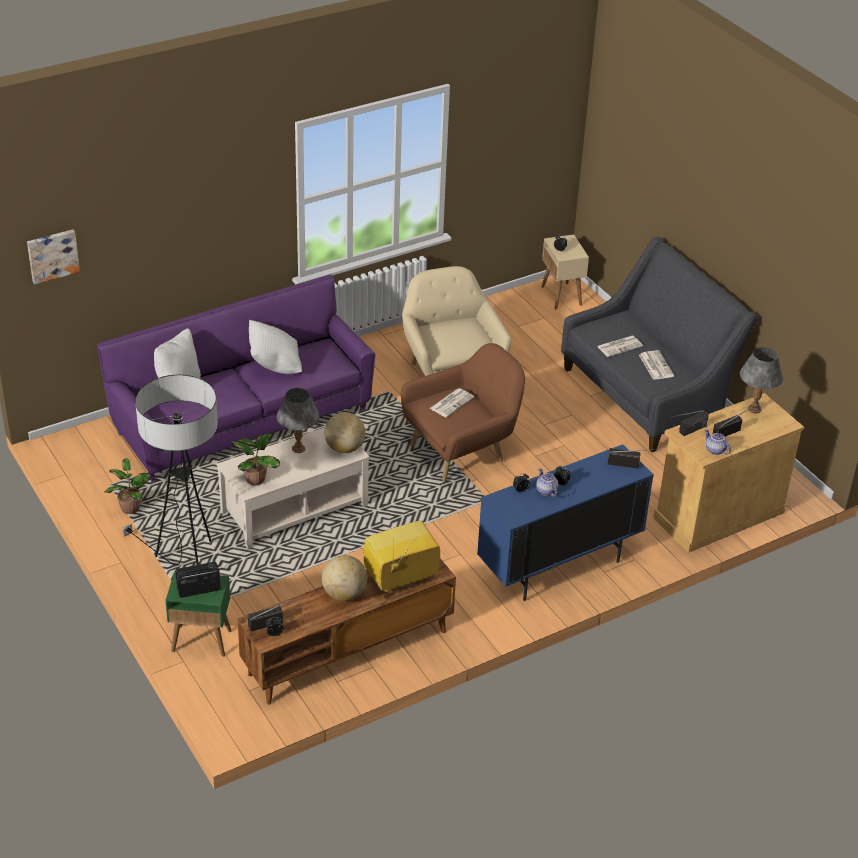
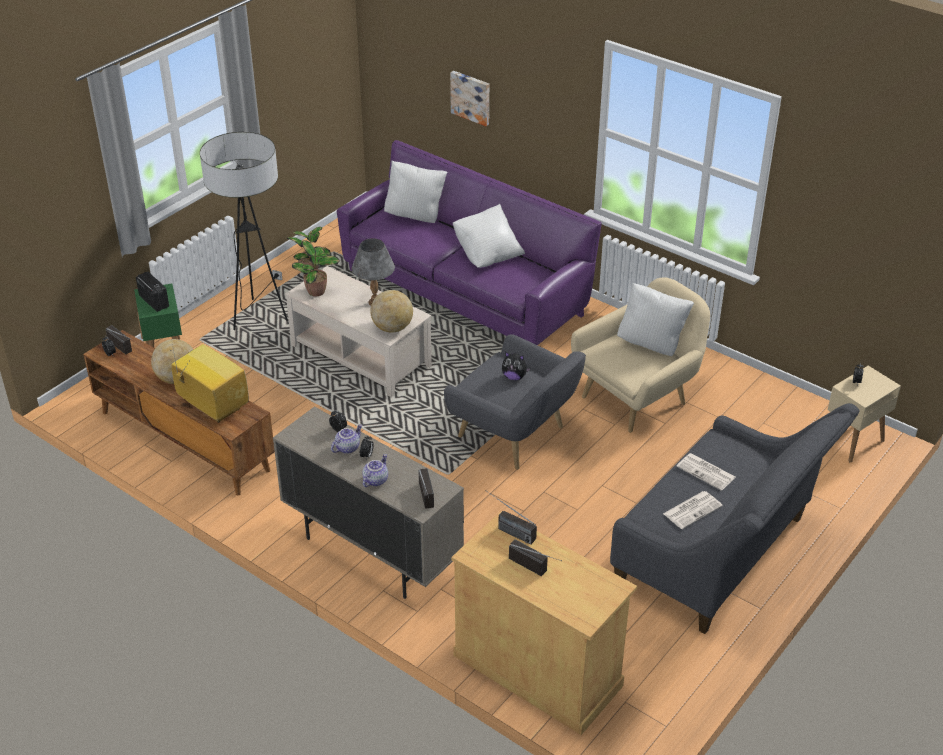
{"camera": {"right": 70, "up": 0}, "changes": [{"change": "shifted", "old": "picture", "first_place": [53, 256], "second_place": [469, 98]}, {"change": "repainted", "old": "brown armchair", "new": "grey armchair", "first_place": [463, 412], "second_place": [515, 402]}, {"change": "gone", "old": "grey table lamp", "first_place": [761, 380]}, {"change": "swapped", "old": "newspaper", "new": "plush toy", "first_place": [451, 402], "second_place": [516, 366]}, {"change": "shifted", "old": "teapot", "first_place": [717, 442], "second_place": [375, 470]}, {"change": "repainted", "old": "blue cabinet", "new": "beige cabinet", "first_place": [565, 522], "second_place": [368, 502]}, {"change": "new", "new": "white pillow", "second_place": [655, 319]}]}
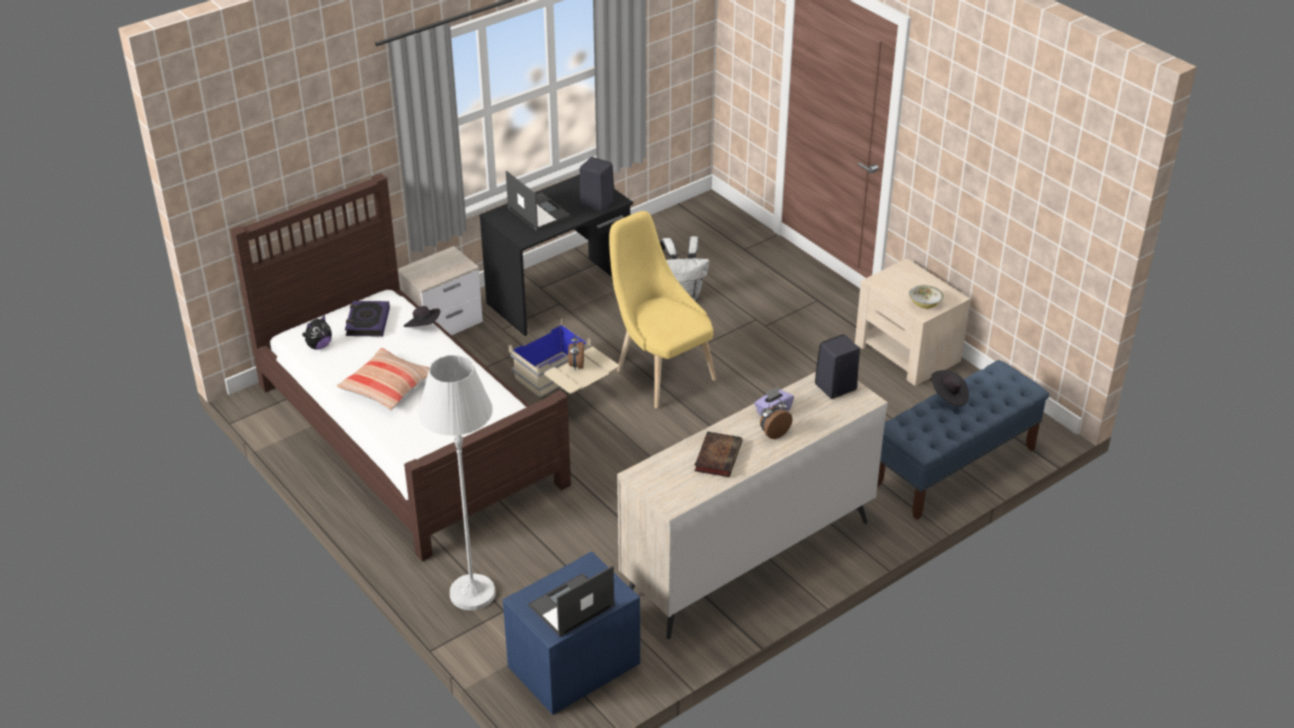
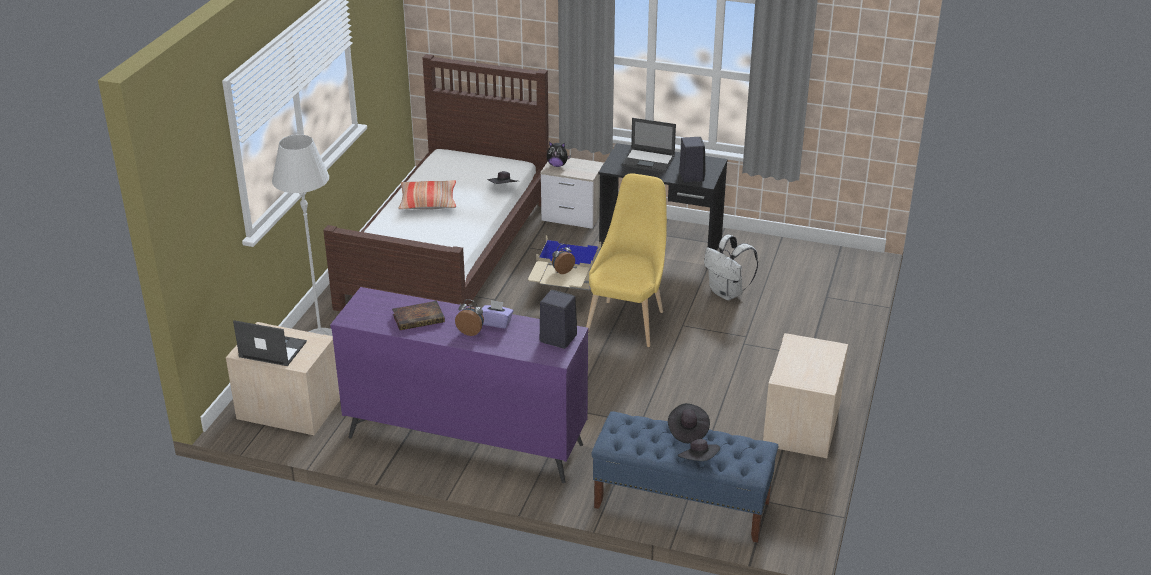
{"camera": {"right": 55, "up": -5}, "changes": [{"change": "rotated", "old": "laptop", "first_place": [539, 200], "second_place": [649, 145], "degrees": 90}, {"change": "gone", "old": "bowl", "first_place": [926, 297]}, {"change": "gone", "old": "book", "first_place": [367, 319]}, {"change": "shifted", "old": "plush toy", "first_place": [317, 332], "second_place": [559, 154]}, {"change": "repainted", "old": "beige dresser", "new": "purple dresser", "first_place": [752, 505], "second_place": [459, 385]}, {"change": "repainted", "old": "blue nightstand", "new": "beige nightstand", "first_place": [571, 633], "second_place": [283, 378]}, {"change": "new", "new": "black hat", "second_place": [699, 450]}]}
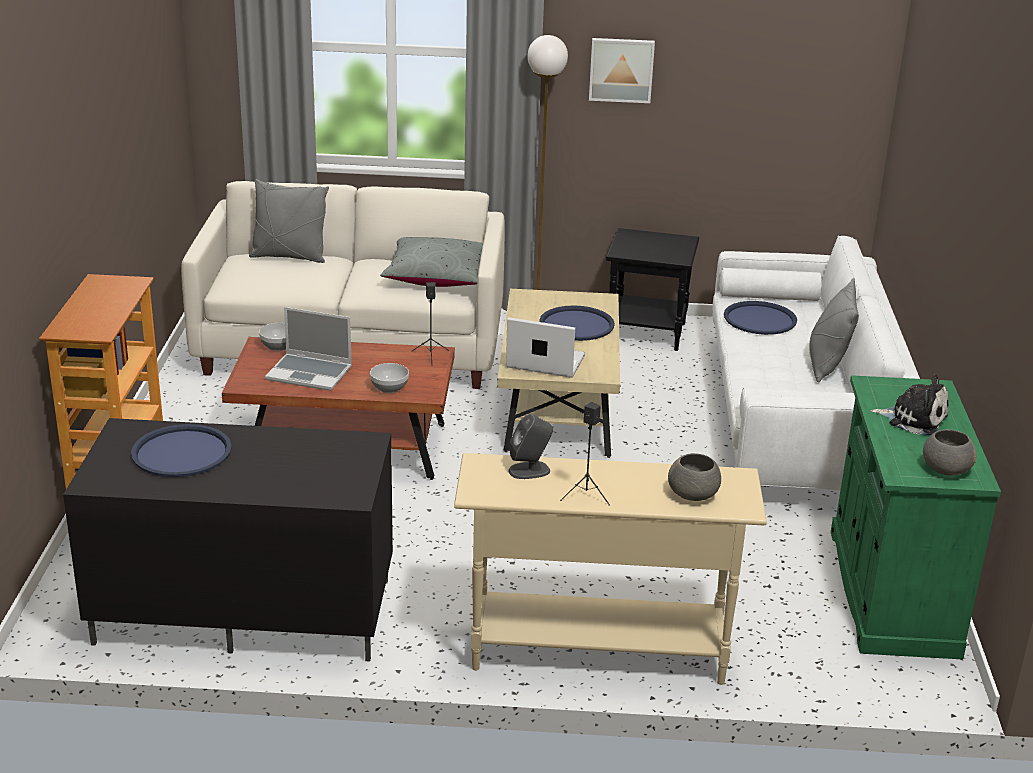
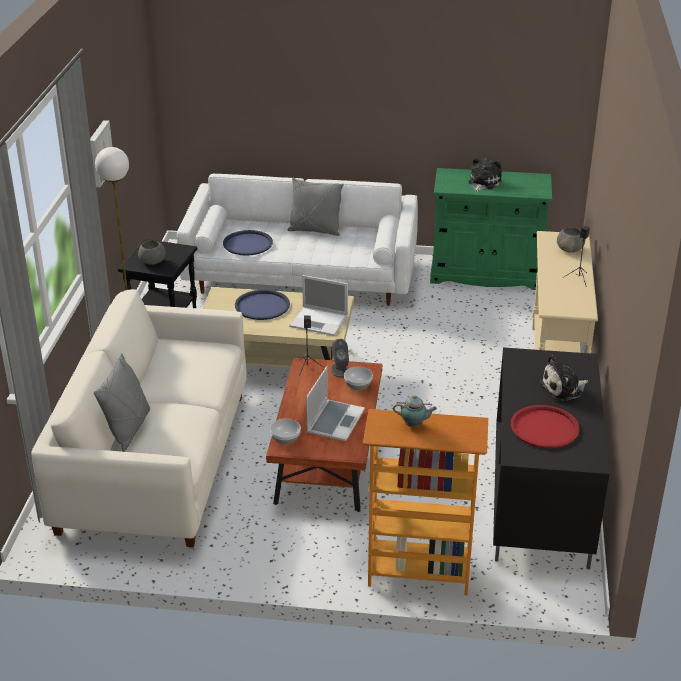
{"camera": {"right": -85, "up": 5}, "changes": [{"change": "gone", "old": "grey pillow", "first_place": [431, 262]}, {"change": "rotated", "old": "laptop", "first_place": [545, 347], "second_place": [318, 305], "degrees": -90}, {"change": "shifted", "old": "grey speaker", "first_place": [531, 446], "second_place": [340, 358]}, {"change": "repainted", "old": "blue tray", "new": "red tray", "first_place": [181, 450], "second_place": [545, 426]}, {"change": "shifted", "old": "grey bowl", "first_place": [949, 452], "second_place": [152, 252]}, {"change": "new", "new": "plush toy", "second_place": [564, 378]}, {"change": "new", "new": "teapot", "second_place": [415, 411]}]}
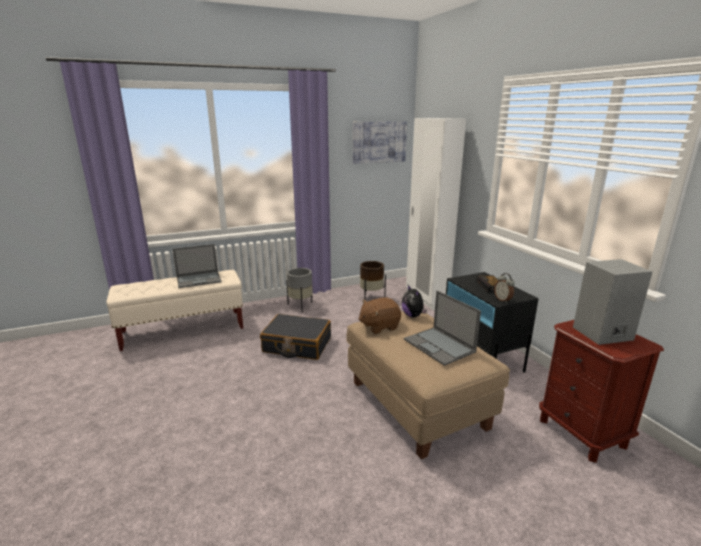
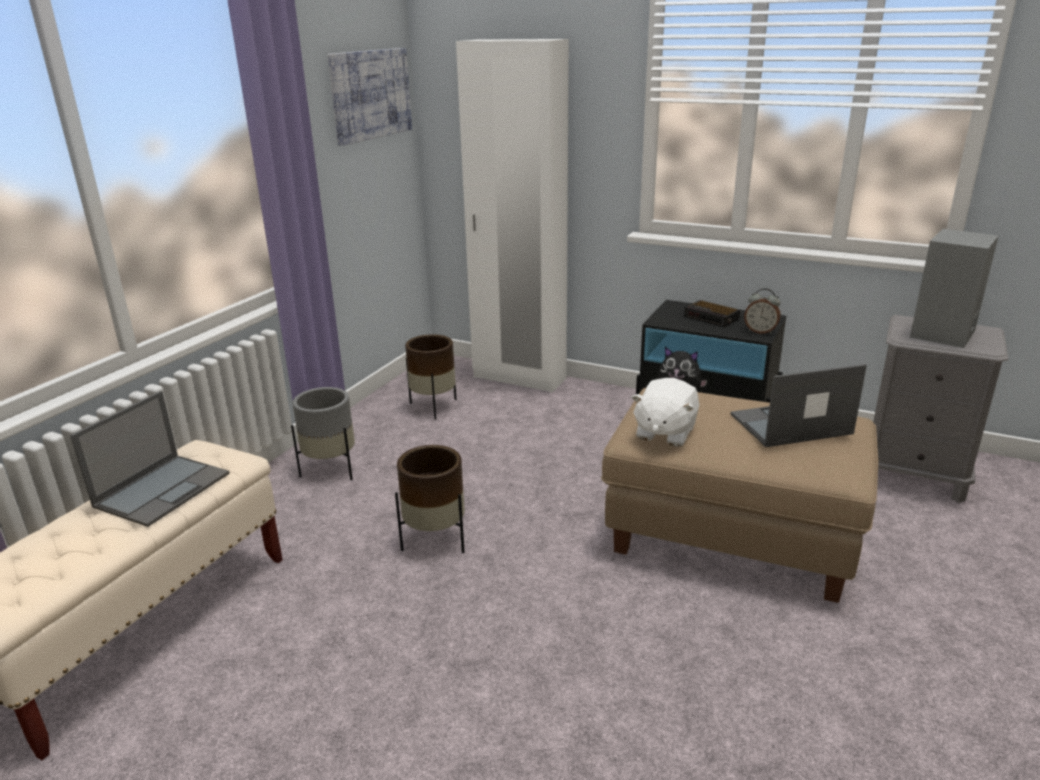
{"camera": {"right": -40, "up": 5}, "changes": [{"change": "rotated", "old": "laptop", "first_place": [442, 328], "second_place": [799, 405], "degrees": 150}, {"change": "repainted", "old": "brown plush toy", "new": "white plush toy", "first_place": [380, 315], "second_place": [665, 412]}, {"change": "swapped", "old": "black suitcase", "new": "brown planter", "first_place": [295, 337], "second_place": [430, 499]}, {"change": "repainted", "old": "brown nightstand", "new": "grey nightstand", "first_place": [601, 391], "second_place": [940, 409]}]}
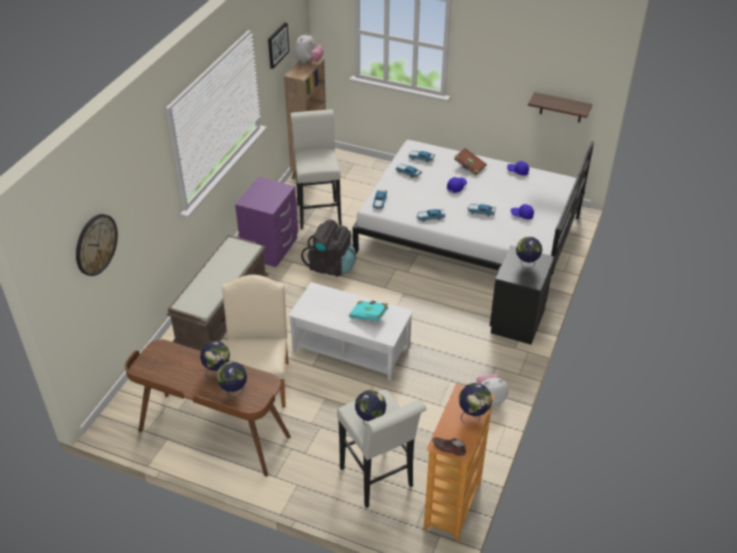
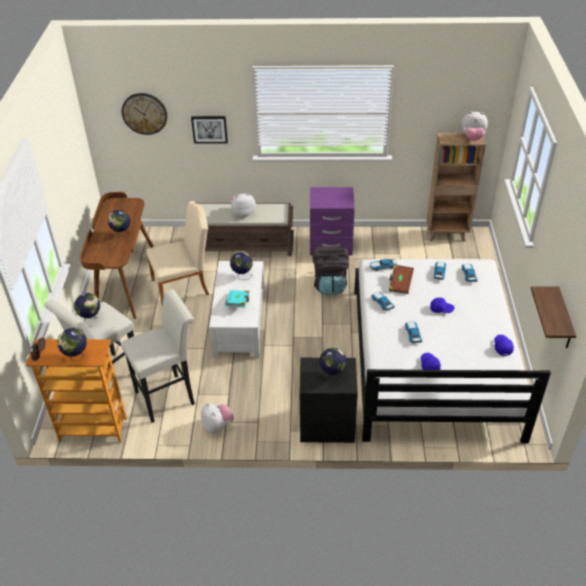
{"camera": {"right": 70, "up": 0}, "changes": [{"change": "shifted", "old": "picture", "first_place": [278, 45], "second_place": [209, 130]}, {"change": "shifted", "old": "white stool", "first_place": [316, 169], "second_place": [158, 356]}, {"change": "shifted", "old": "brown book", "first_place": [470, 162], "second_place": [401, 279]}, {"change": "shifted", "old": "globe", "first_place": [232, 379], "second_place": [241, 266]}, {"change": "new", "new": "plush toy", "second_place": [243, 205]}]}
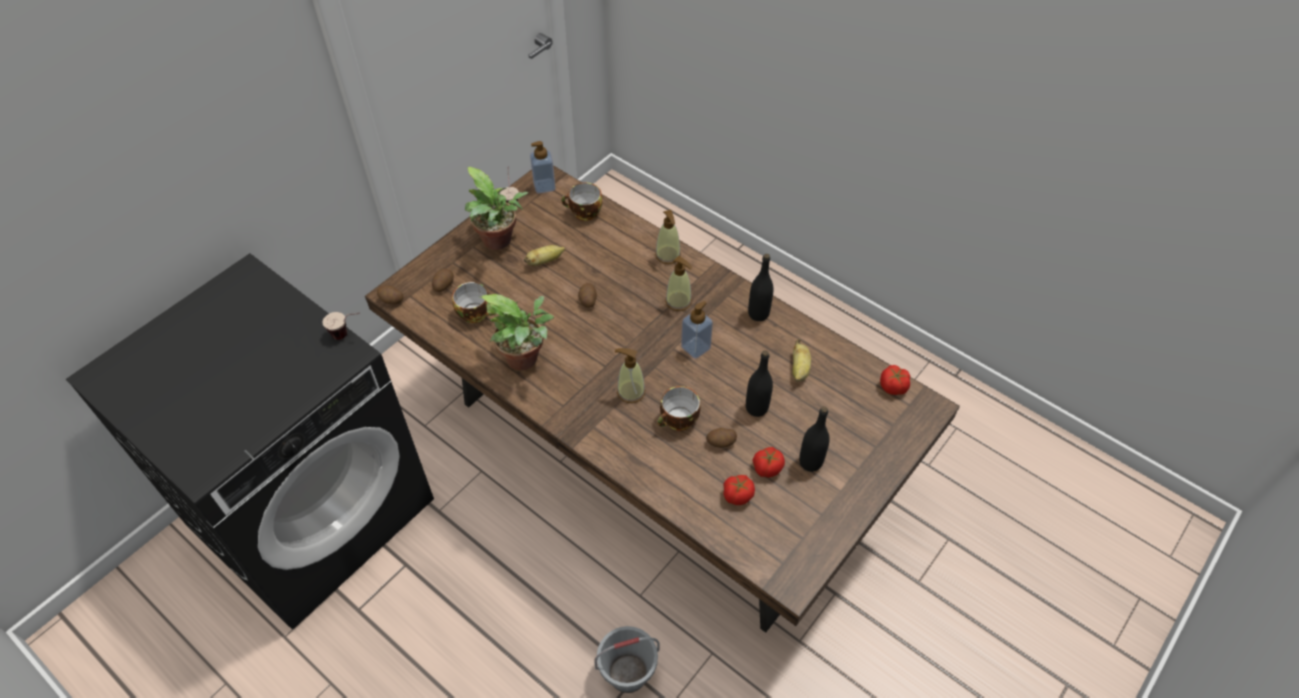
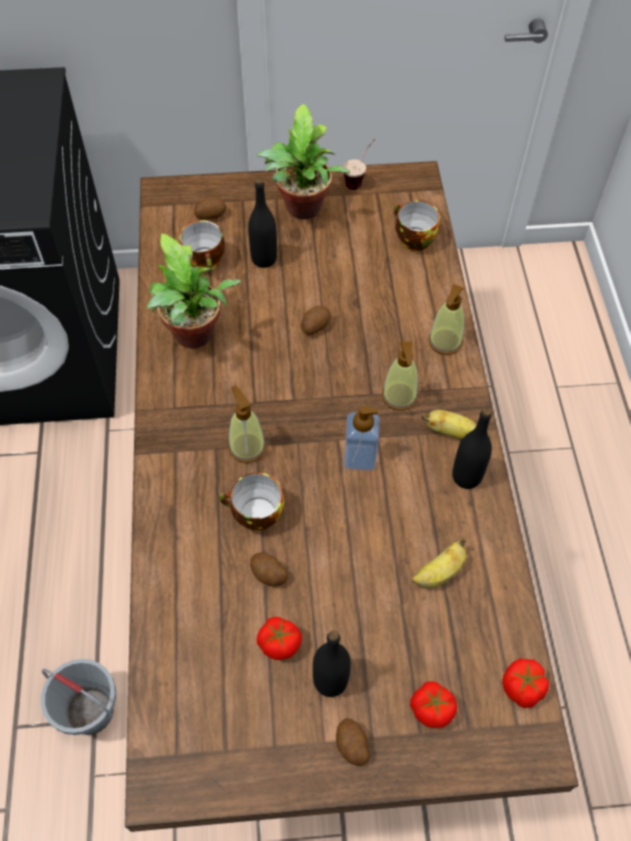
{"camera": {"right": 45, "up": 5}, "changes": [{"change": "gone", "old": "soap dispenser", "first_place": [543, 167]}, {"change": "shifted", "old": "banana", "first_place": [544, 255], "second_place": [449, 425]}, {"change": "shifted", "old": "potato", "first_place": [390, 295], "second_place": [353, 742]}, {"change": "gone", "old": "cup", "first_place": [341, 326]}, {"change": "shifted", "old": "black bottle", "first_place": [759, 383], "second_place": [262, 223]}, {"change": "shifted", "old": "tomato", "first_place": [739, 490], "second_place": [433, 704]}]}
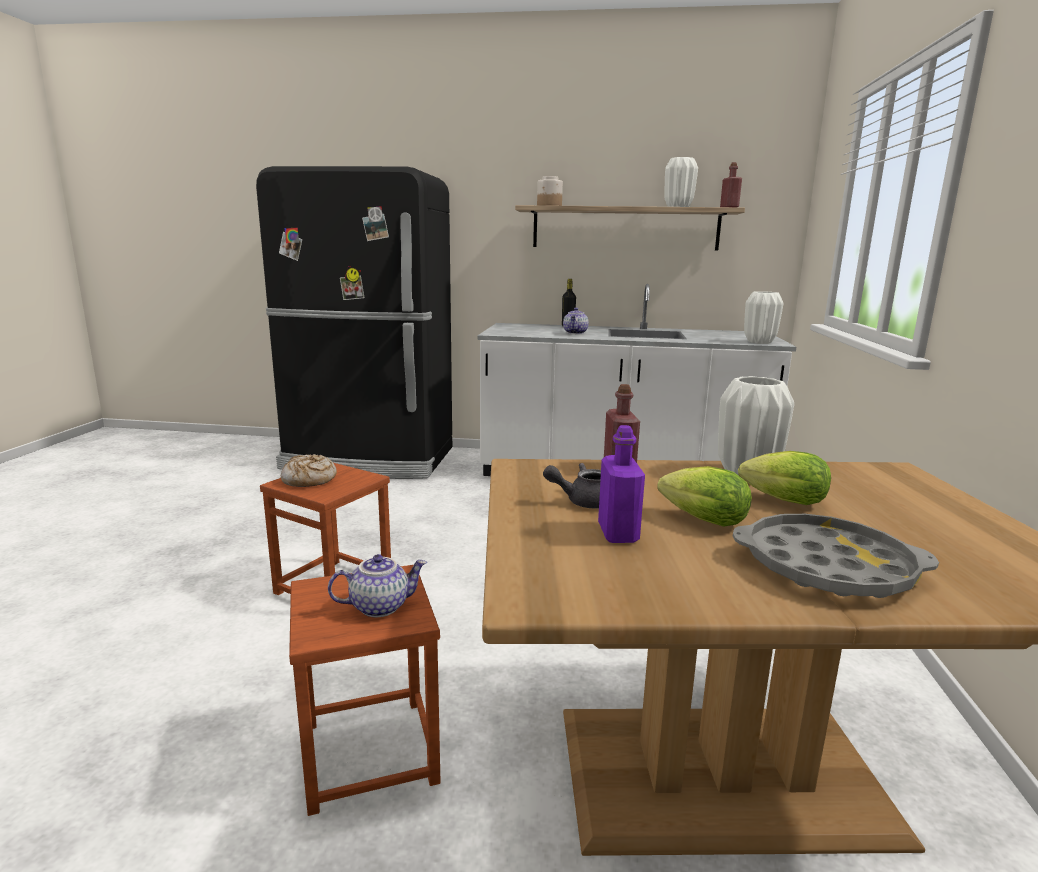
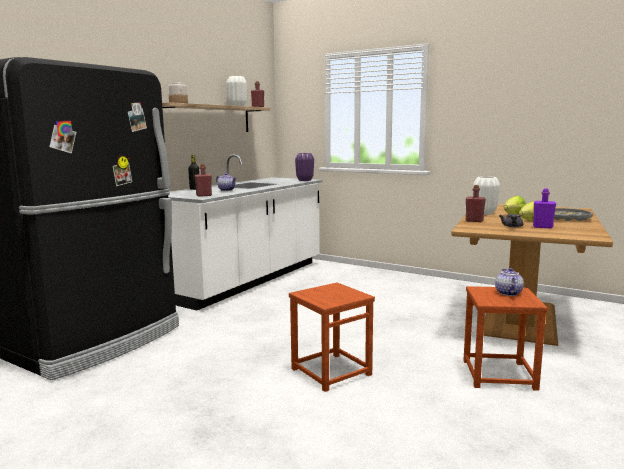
{"camera": {"right": -65, "up": -5}, "changes": [{"change": "repainted", "old": "white vase", "new": "purple vase", "first_place": [763, 317], "second_place": [304, 167]}, {"change": "gone", "old": "bread", "first_place": [309, 470]}, {"change": "new", "new": "red bottle", "second_place": [203, 180]}]}
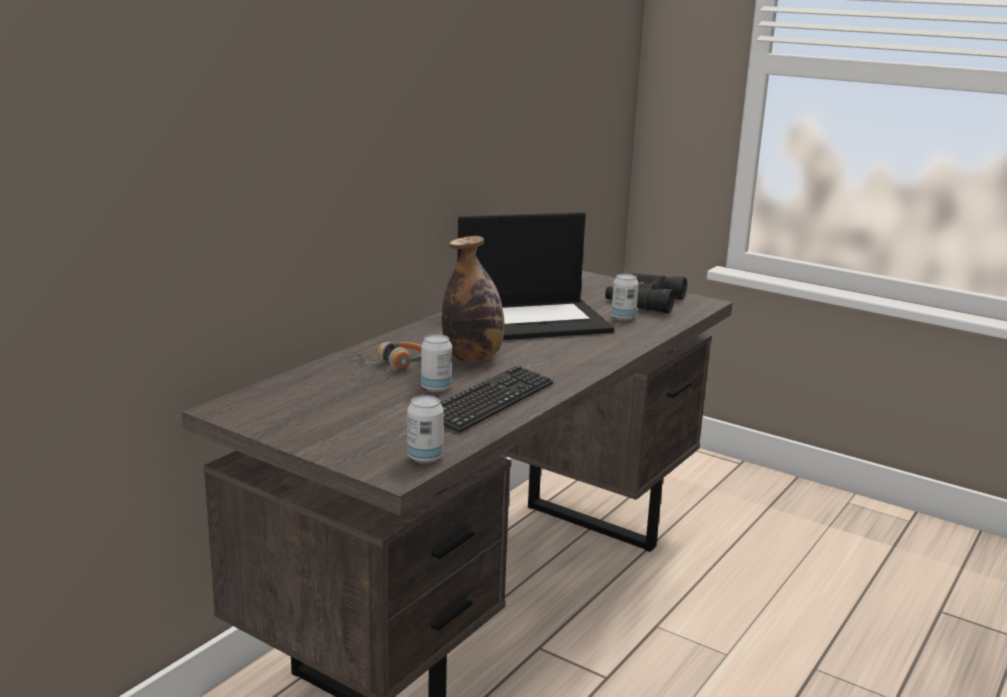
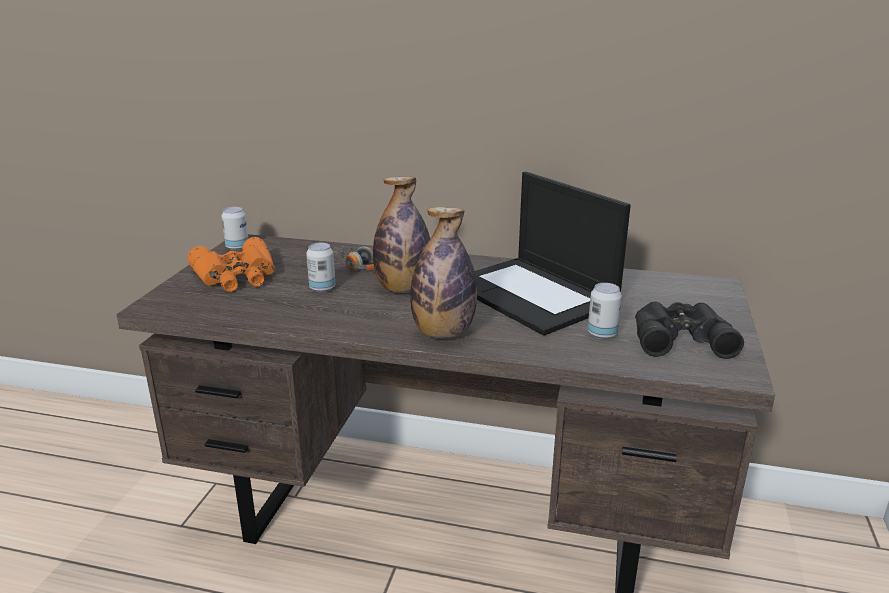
{"camera": {"right": 70, "up": 5}, "changes": [{"change": "gone", "old": "keyboard", "first_place": [496, 399]}, {"change": "shifted", "old": "can", "first_place": [425, 429], "second_place": [234, 228]}, {"change": "new", "new": "bottle", "second_place": [443, 272]}, {"change": "new", "new": "orange binoculars", "second_place": [231, 264]}]}
